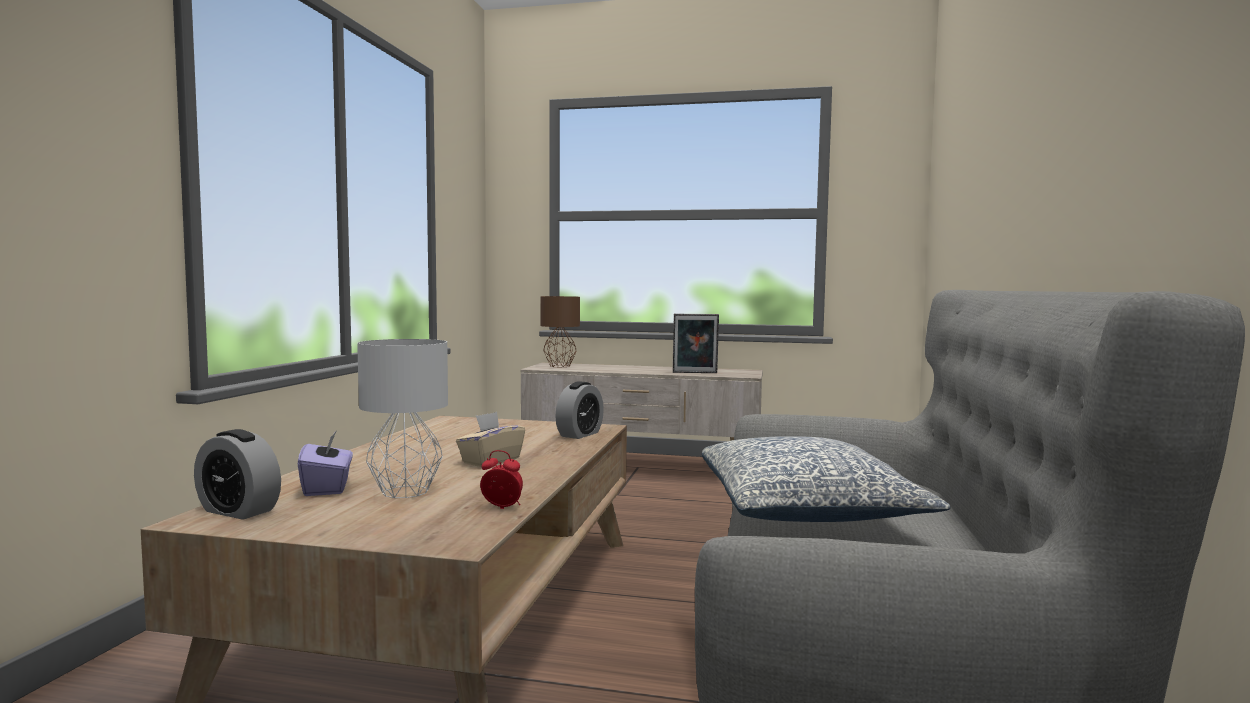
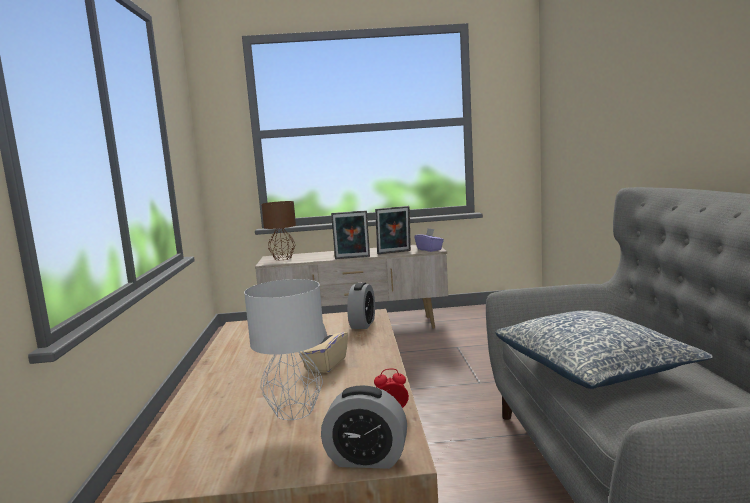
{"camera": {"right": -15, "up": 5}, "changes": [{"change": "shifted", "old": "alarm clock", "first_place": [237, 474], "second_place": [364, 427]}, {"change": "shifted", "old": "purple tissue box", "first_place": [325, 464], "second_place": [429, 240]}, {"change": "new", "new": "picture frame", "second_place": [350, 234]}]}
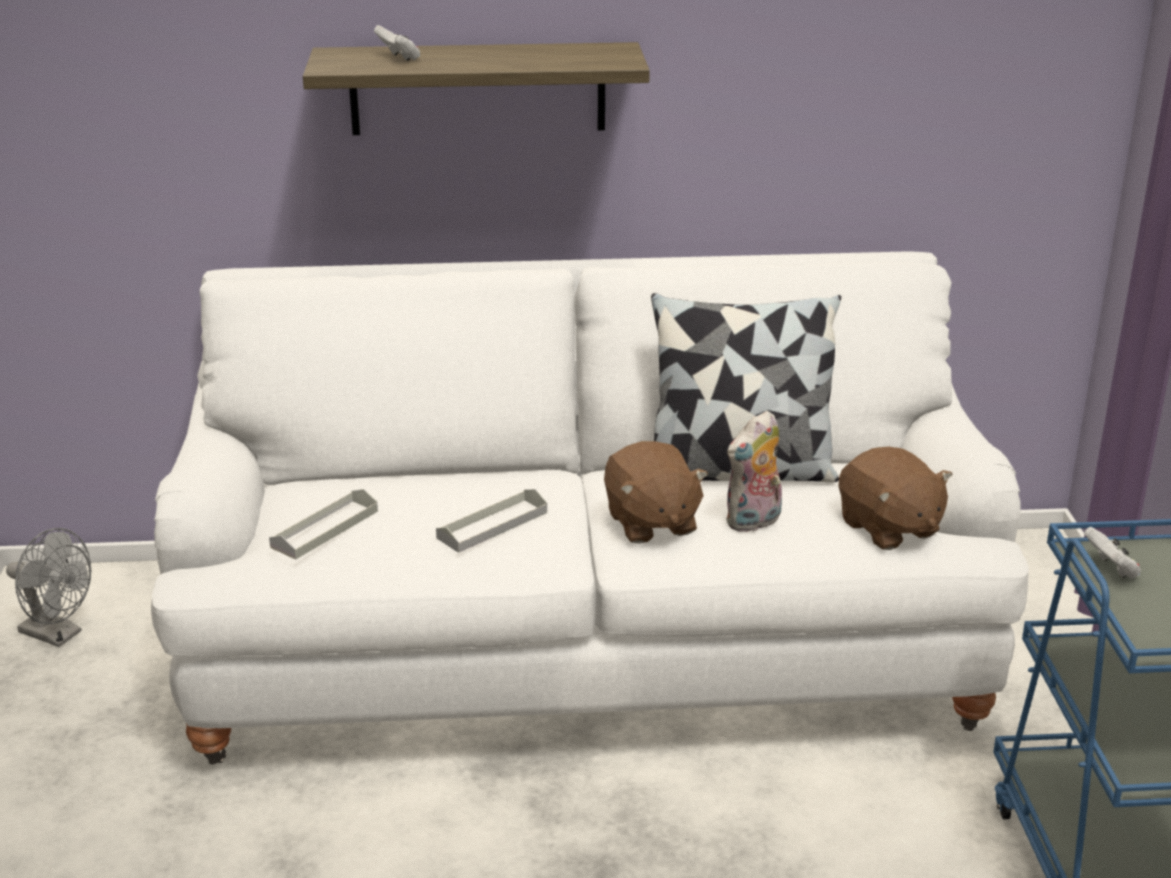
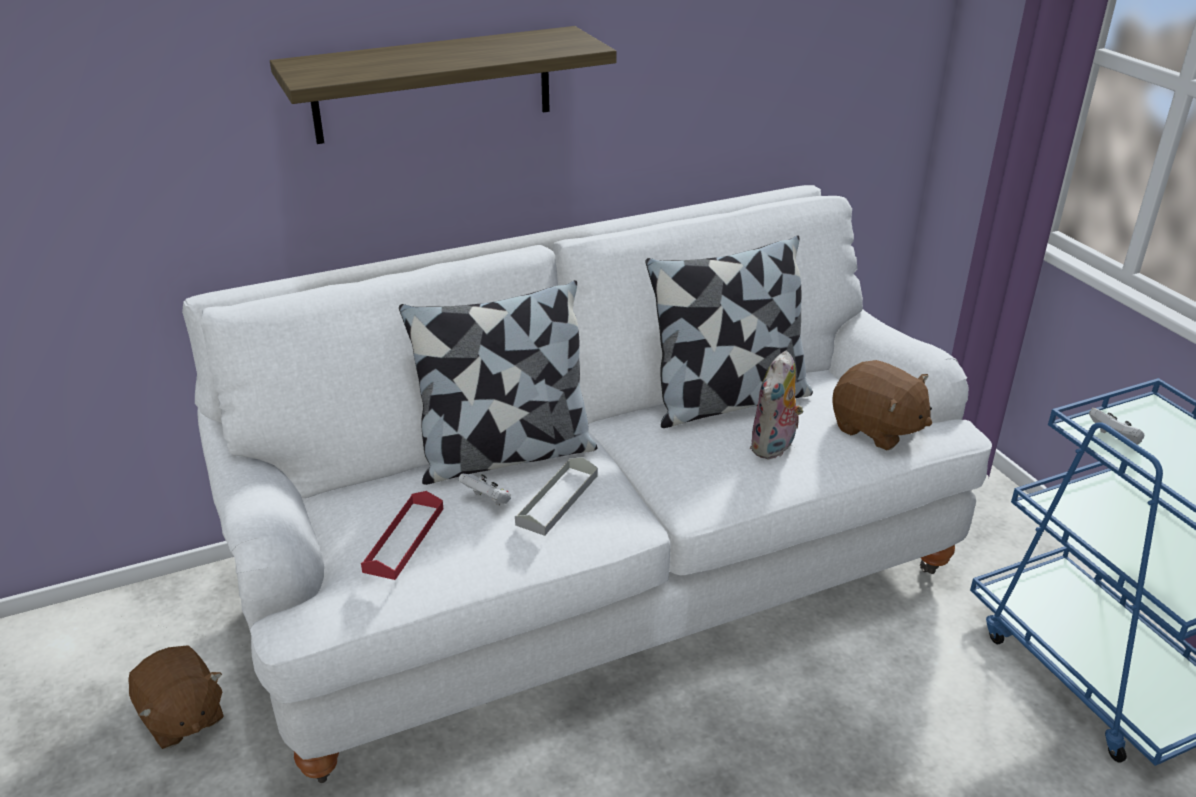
{"camera": {"right": -20, "up": 5}, "changes": [{"change": "shifted", "old": "white game controller", "first_place": [397, 43], "second_place": [484, 489]}, {"change": "shifted", "old": "brown plush toy", "first_place": [656, 492], "second_place": [176, 697]}, {"change": "repainted", "old": "grey tray", "new": "red tray", "first_place": [323, 524], "second_place": [402, 535]}, {"change": "gone", "old": "grey fan", "first_place": [48, 587]}, {"change": "new", "new": "pillow", "second_place": [498, 382]}]}
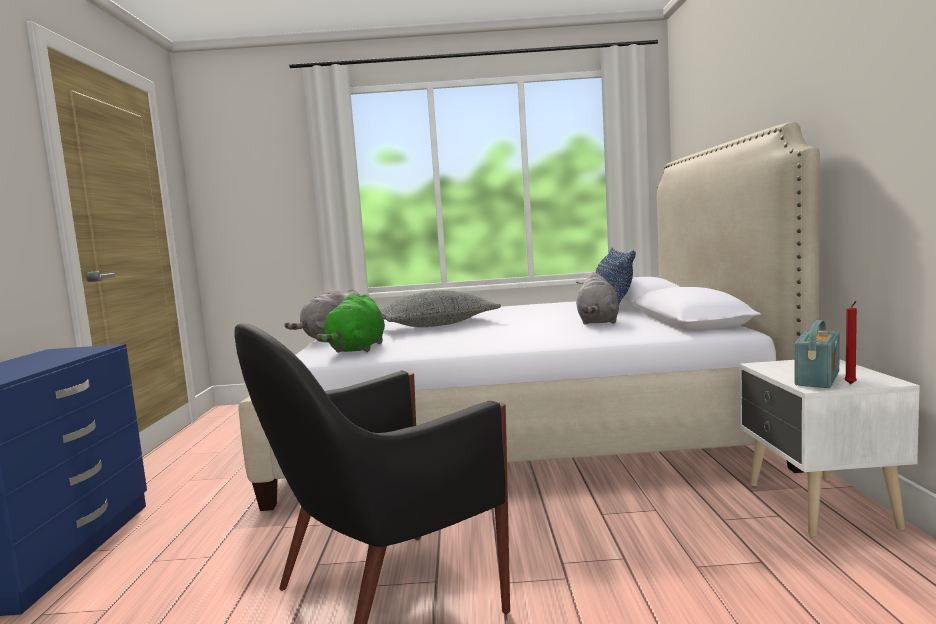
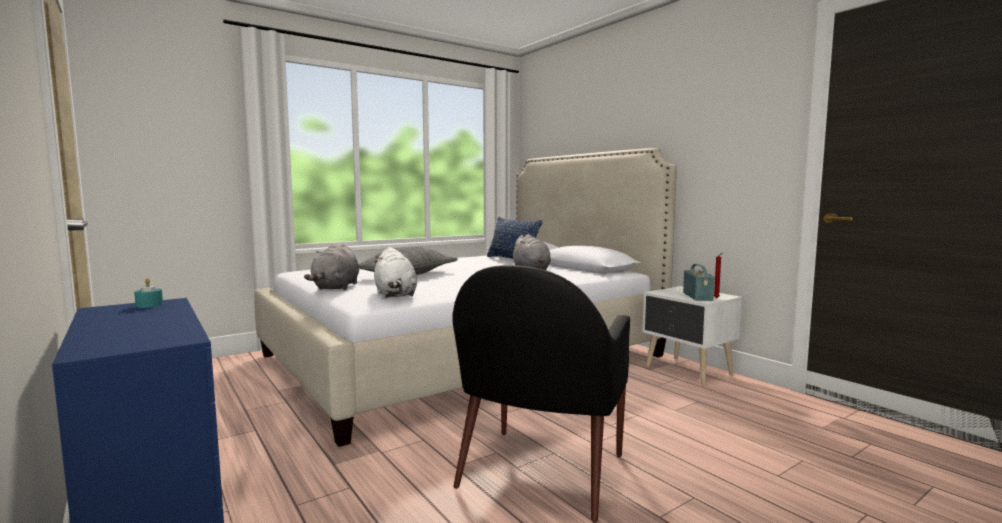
{"camera": {"right": -35, "up": 0}, "changes": [{"change": "repainted", "old": "green plush toy", "new": "white plush toy", "first_place": [350, 323], "second_place": [395, 272]}, {"change": "new", "new": "turquoise candle", "second_place": [148, 293]}]}
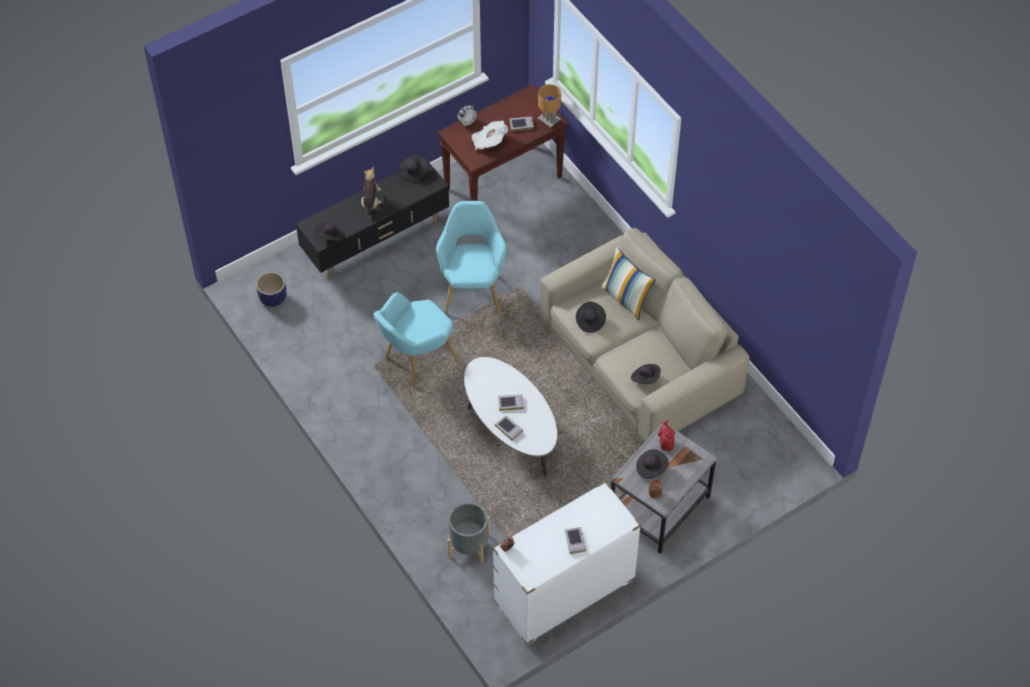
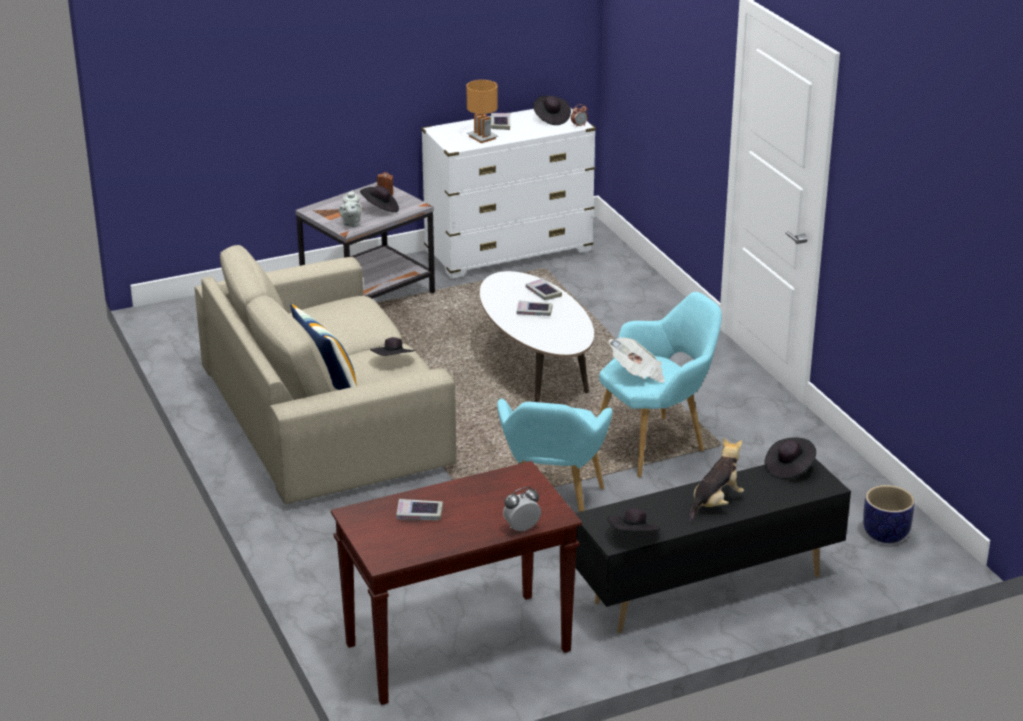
{"camera": {"right": -170, "up": -25}, "changes": [{"change": "shifted", "old": "brown table lamp", "first_place": [549, 106], "second_place": [482, 111]}, {"change": "shifted", "old": "newspaper", "first_place": [489, 135], "second_place": [637, 360]}, {"change": "rotated", "old": "plush toy", "first_place": [371, 194], "second_place": [716, 480], "degrees": -150}, {"change": "shifted", "old": "black hat", "first_place": [646, 374], "second_place": [552, 110]}, {"change": "repainted", "old": "red teapot", "new": "grey teapot", "first_place": [666, 436], "second_place": [350, 208]}, {"change": "gone", "old": "grey planter", "first_place": [468, 533]}]}
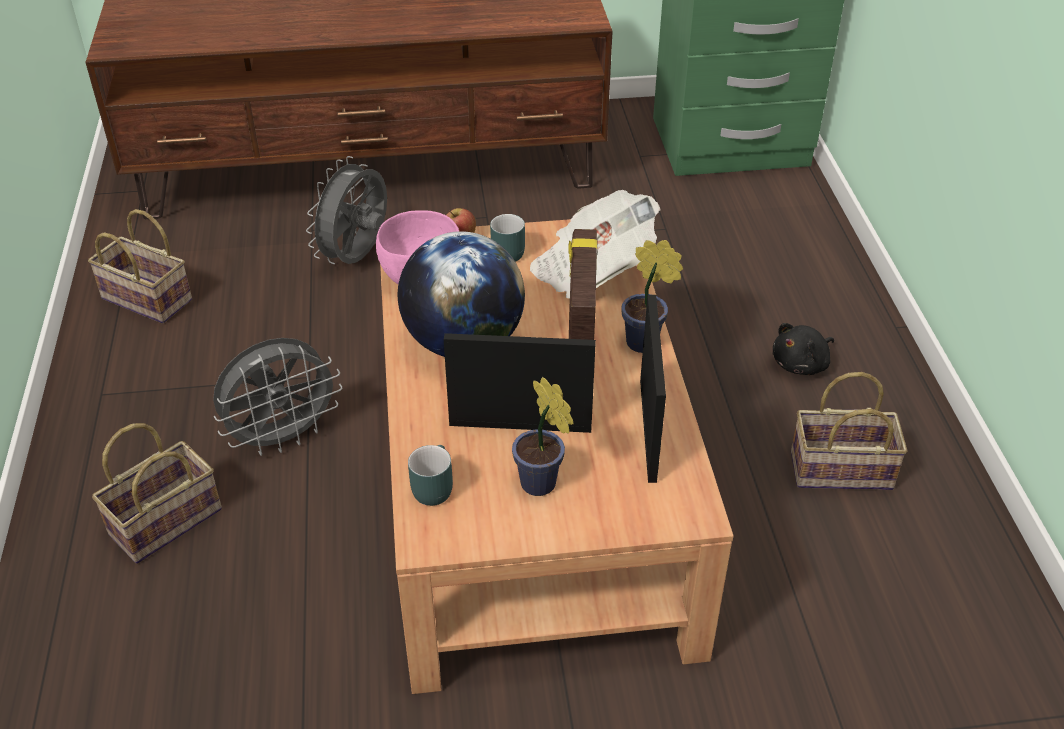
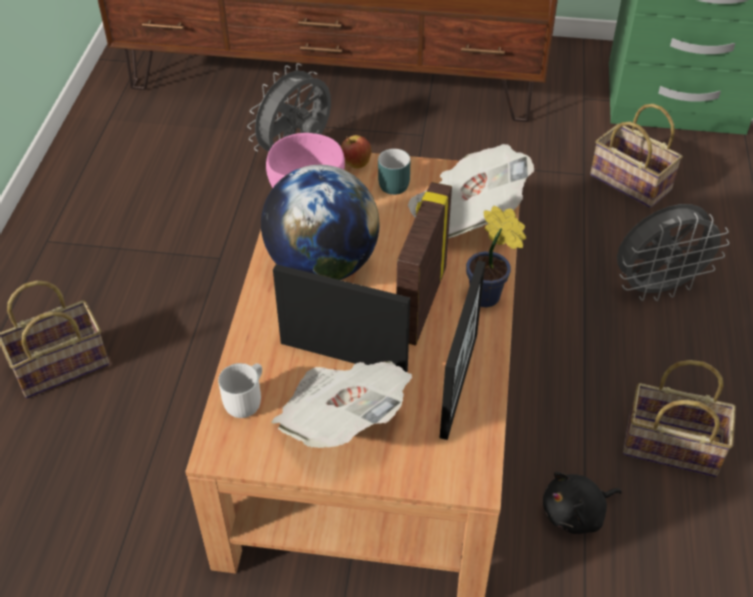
{"camera": {"right": 15, "up": 5}, "changes": [{"change": "shifted", "old": "basket", "first_place": [140, 266], "second_place": [636, 156]}, {"change": "shifted", "old": "black plush toy", "first_place": [803, 349], "second_place": [582, 503]}, {"change": "shifted", "old": "grey fan", "first_place": [277, 397], "second_place": [673, 252]}, {"change": "swapped", "old": "potted plant", "new": "newspaper", "first_place": [543, 436], "second_place": [342, 404]}, {"change": "repainted", "old": "turquoise mug", "new": "white mug", "first_place": [430, 475], "second_place": [240, 390]}]}
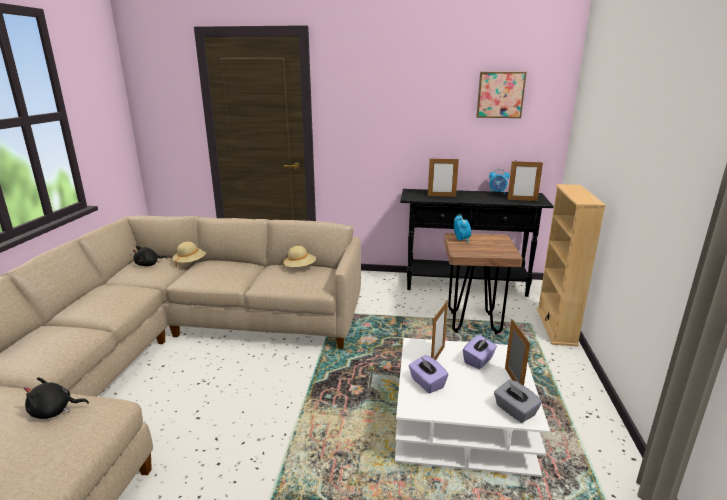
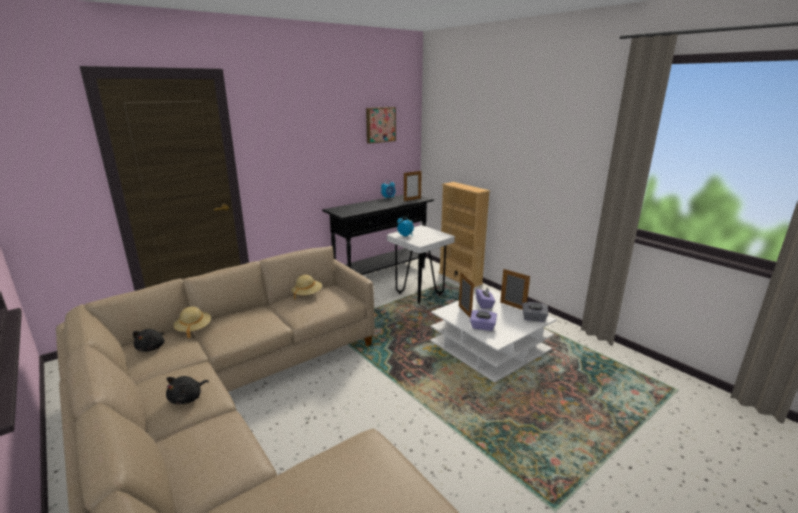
{"camera": {"right": -45, "up": 0}, "changes": [{"change": "gone", "old": "picture frame", "first_place": [443, 177]}, {"change": "repainted", "old": "brown stool", "new": "white stool", "first_place": [483, 283], "second_place": [421, 264]}, {"change": "shifted", "old": "black plush toy", "first_place": [56, 398], "second_place": [187, 390]}]}
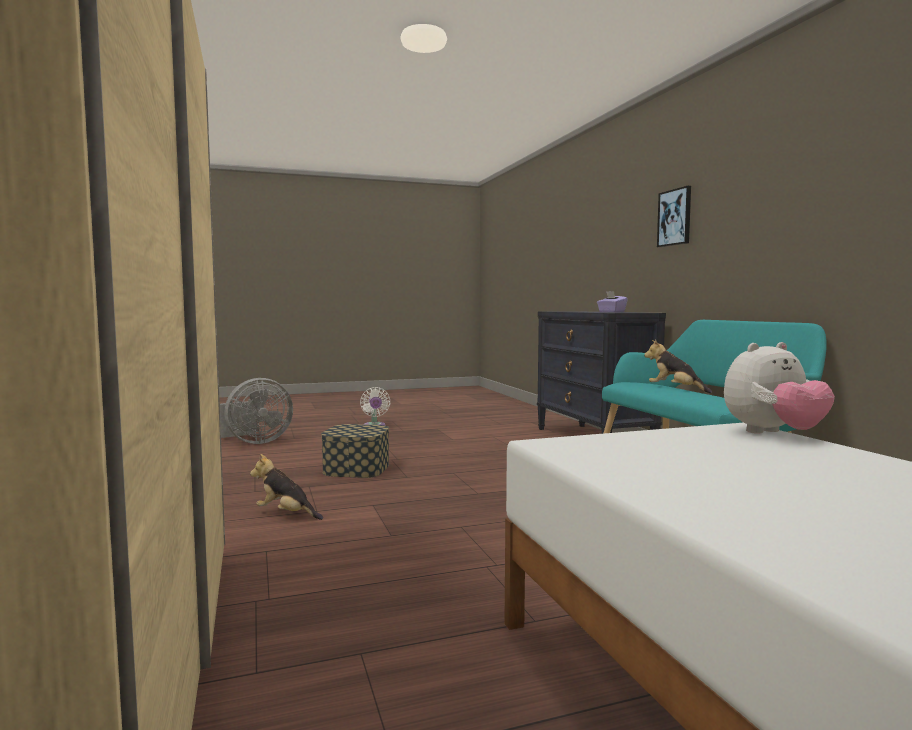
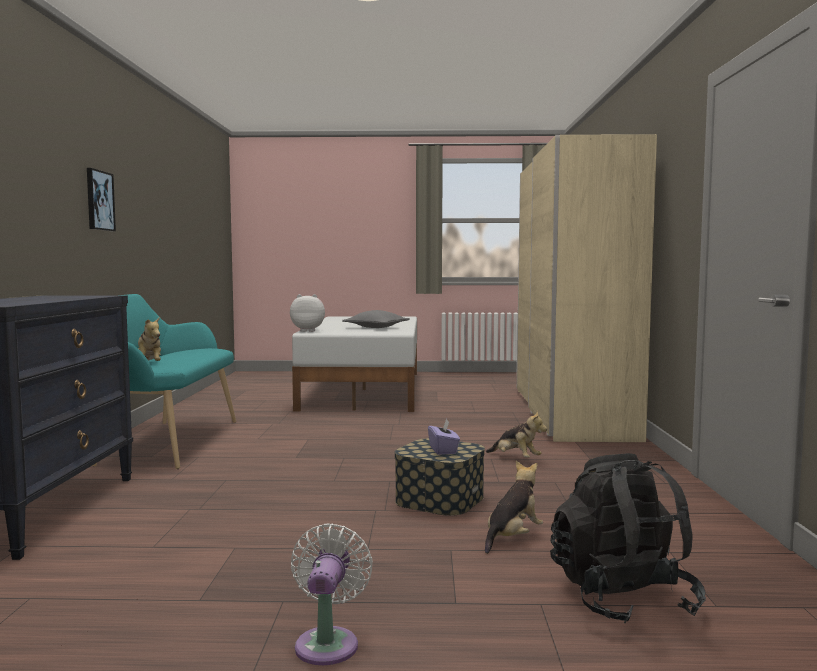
{"camera": {"right": -160, "up": 0}, "changes": [{"change": "shifted", "old": "picture", "first_place": [674, 216], "second_place": [101, 199]}, {"change": "shifted", "old": "purple tissue box", "first_place": [612, 301], "second_place": [444, 436]}, {"change": "swapped", "old": "grey fan", "new": "black backpack", "first_place": [256, 411], "second_place": [628, 538]}, {"change": "new", "new": "grey pillow", "second_place": [376, 319]}, {"change": "new", "new": "plush toy", "second_place": [514, 507]}]}
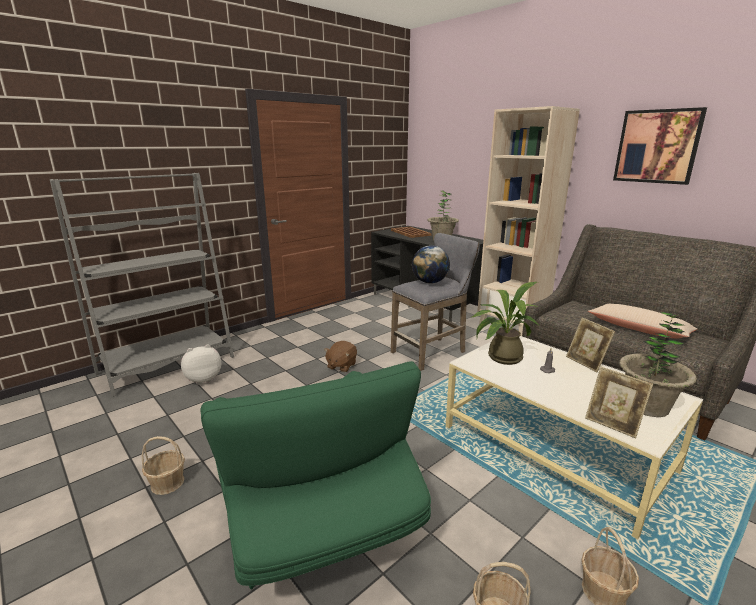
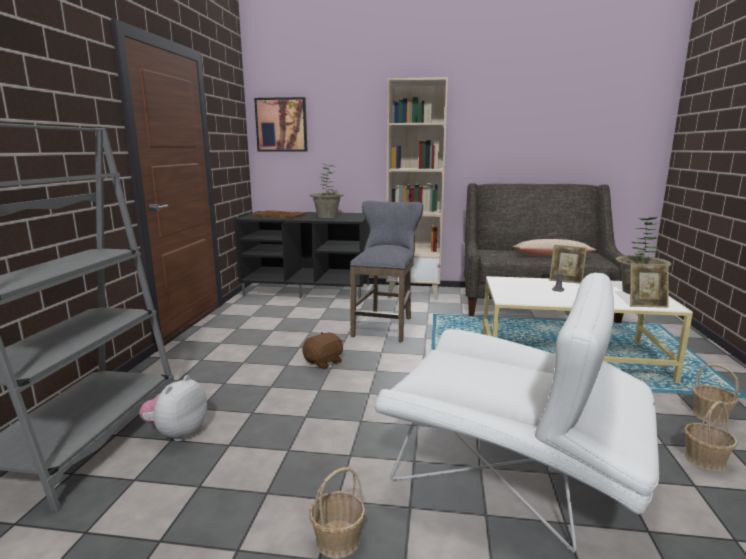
{"camera": {"right": -40, "up": -5}, "changes": [{"change": "shifted", "old": "picture", "first_place": [660, 146], "second_place": [281, 124]}, {"change": "gone", "old": "globe", "first_place": [431, 264]}, {"change": "gone", "old": "potted plant", "first_place": [504, 323]}, {"change": "rotated", "old": "brown plush toy", "first_place": [340, 356], "second_place": [322, 350], "degrees": -120}, {"change": "repainted", "old": "green armchair", "new": "white armchair", "first_place": [316, 475], "second_place": [516, 412]}]}
